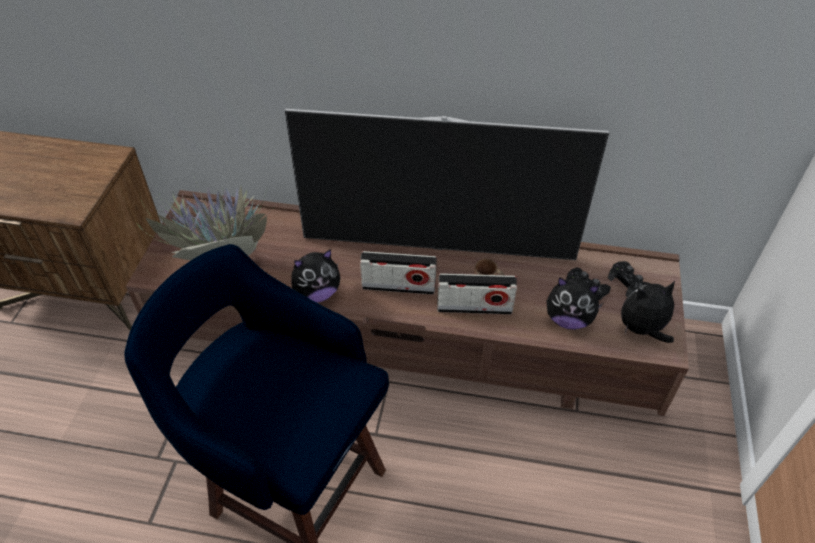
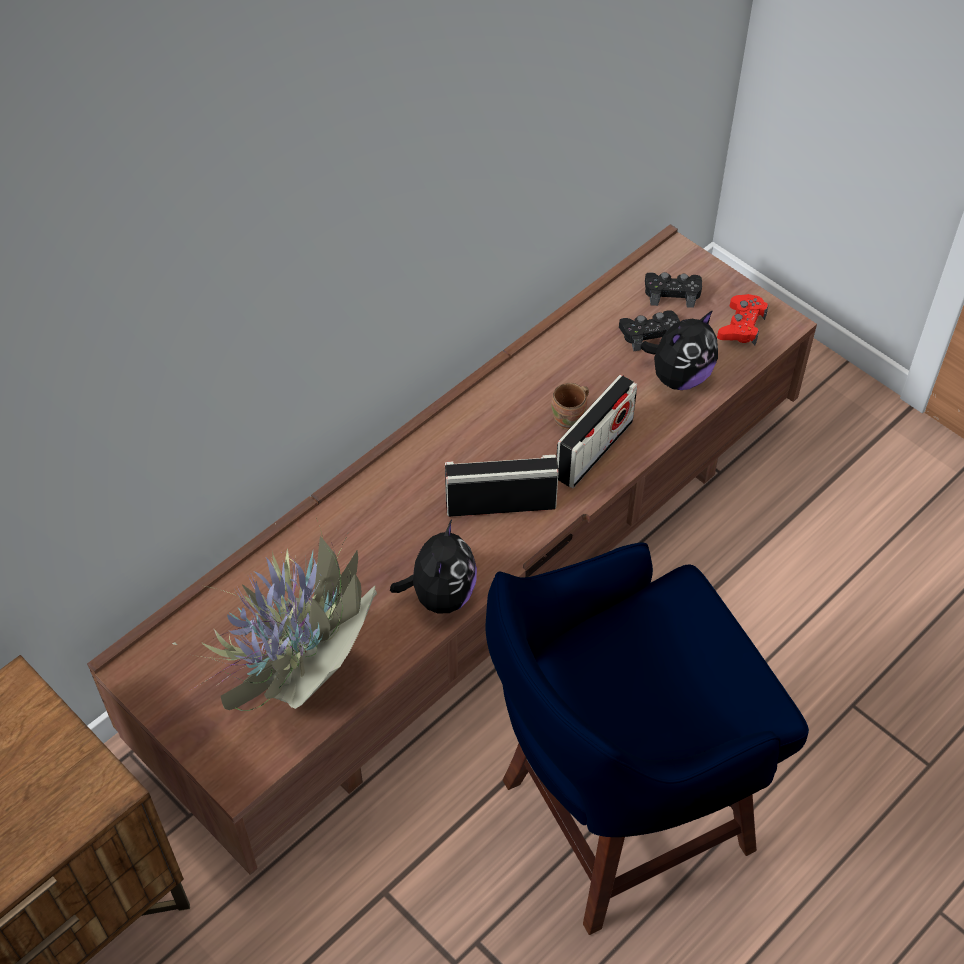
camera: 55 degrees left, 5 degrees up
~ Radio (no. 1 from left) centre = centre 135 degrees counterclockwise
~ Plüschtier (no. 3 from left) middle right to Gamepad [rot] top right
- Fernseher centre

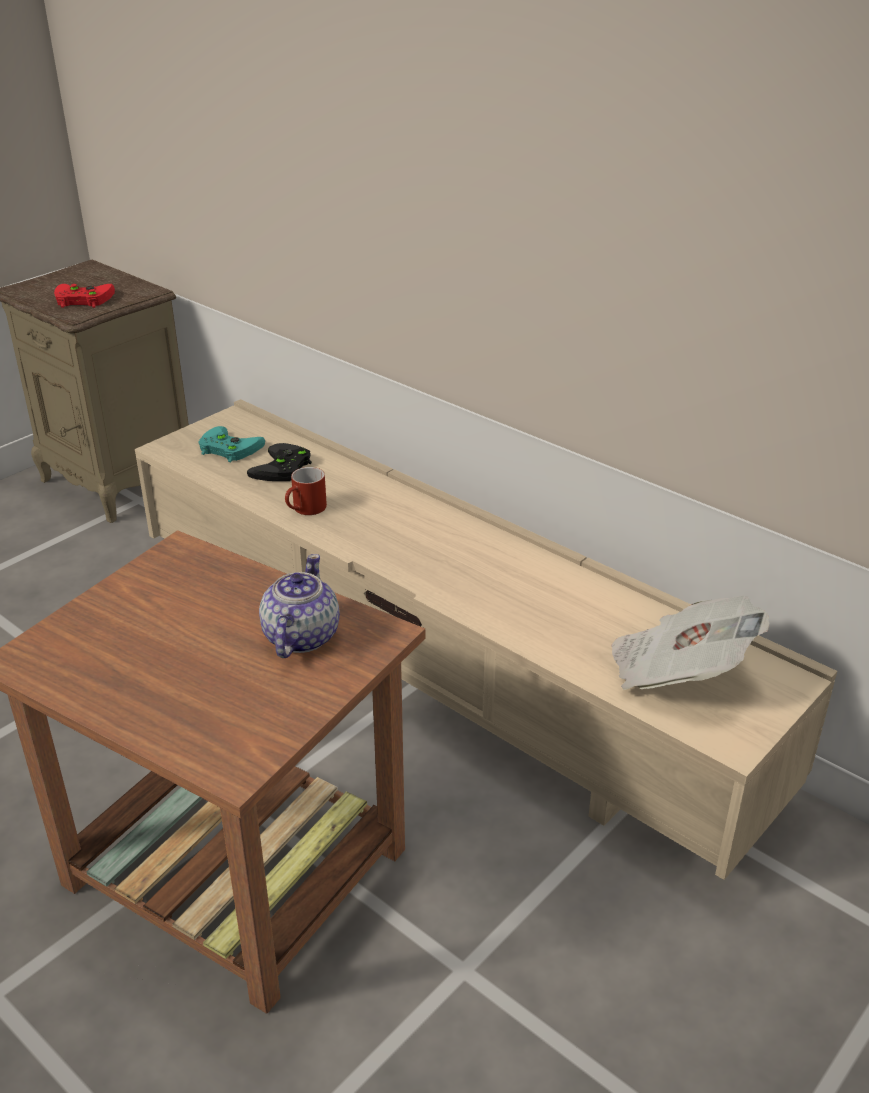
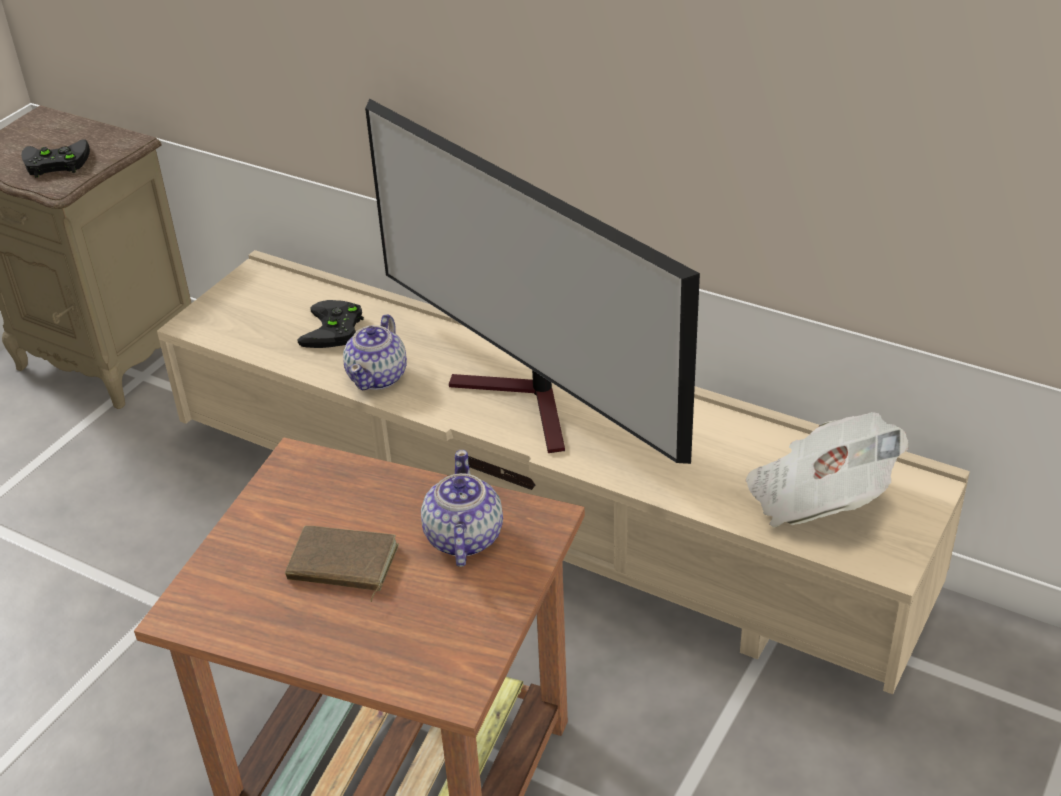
camera: 10 degrees left, 5 degrees up
~ Gamepad [rot] top left to Gamepad [schwarz] (no. 1 from left) top left
+ Buch [braun] bottom left
~ Henkelbecher [rot] centre to Teekanne (no. 1 from left) centre
+ Fernseher centre
- Gamepad [türkis] middle left

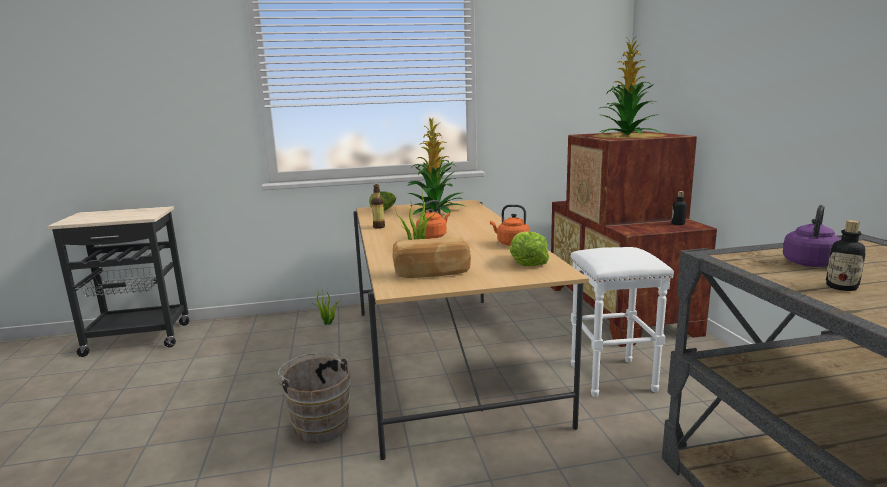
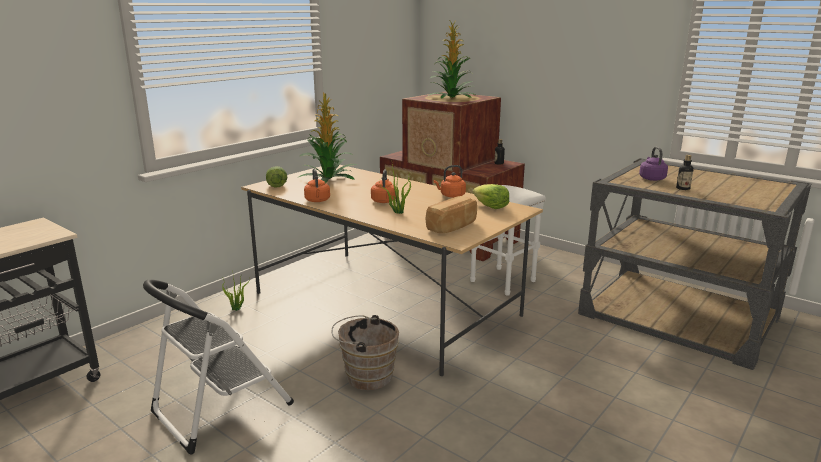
camera: 40 degrees left, 5 degrees up
+ Trittleiter bottom left
~ Flasche (no. 1 from left) centre to Wasserkessel [orange] (no. 1 from left) centre

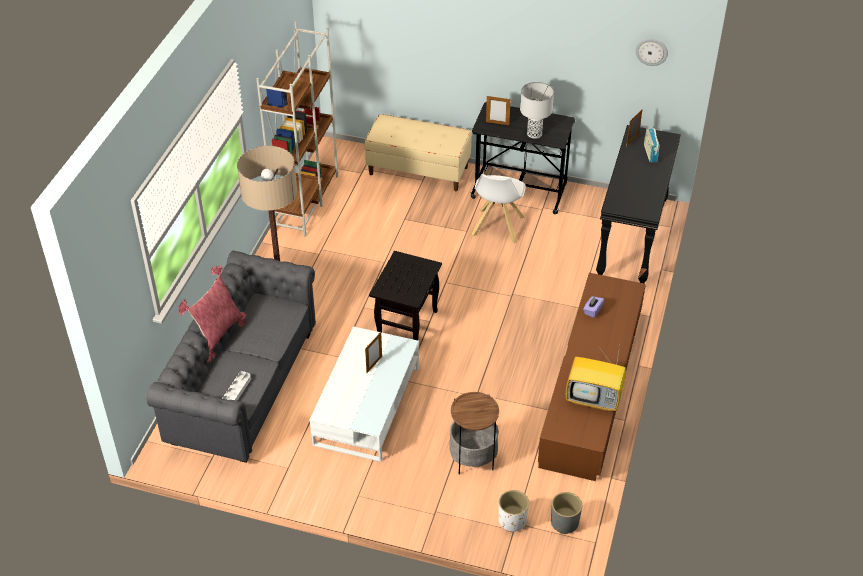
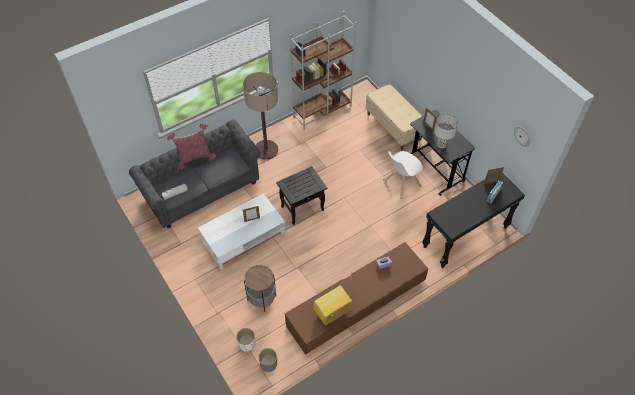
camera: 40 degrees right, 10 degrees up
~ Fernseher middle right = bottom centre 90 degrees clockwise

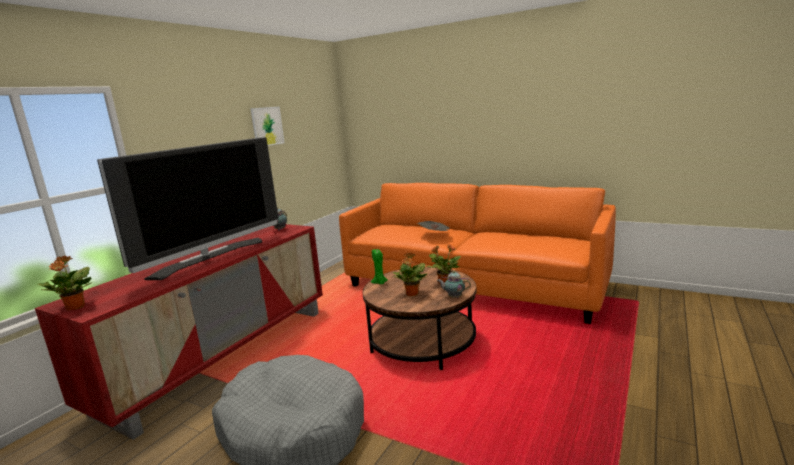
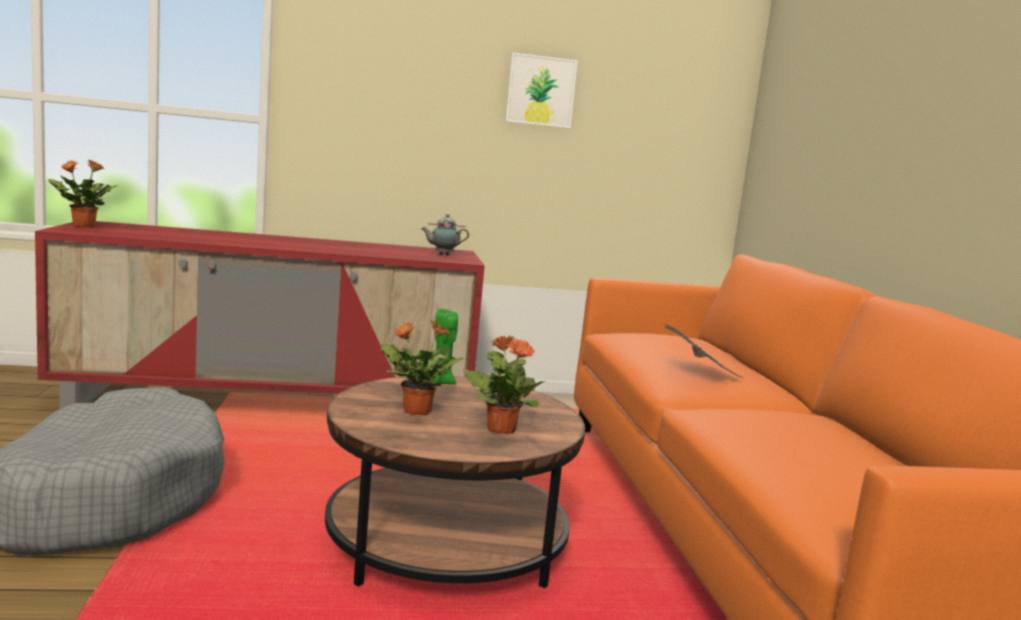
camera: 50 degrees right, 5 degrees down
- Fernseher middle left
- Teekanne (no. 2 from left) centre

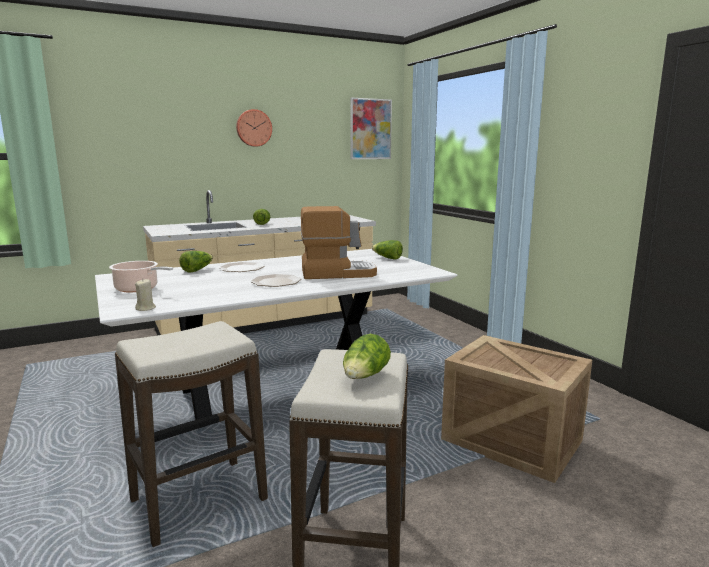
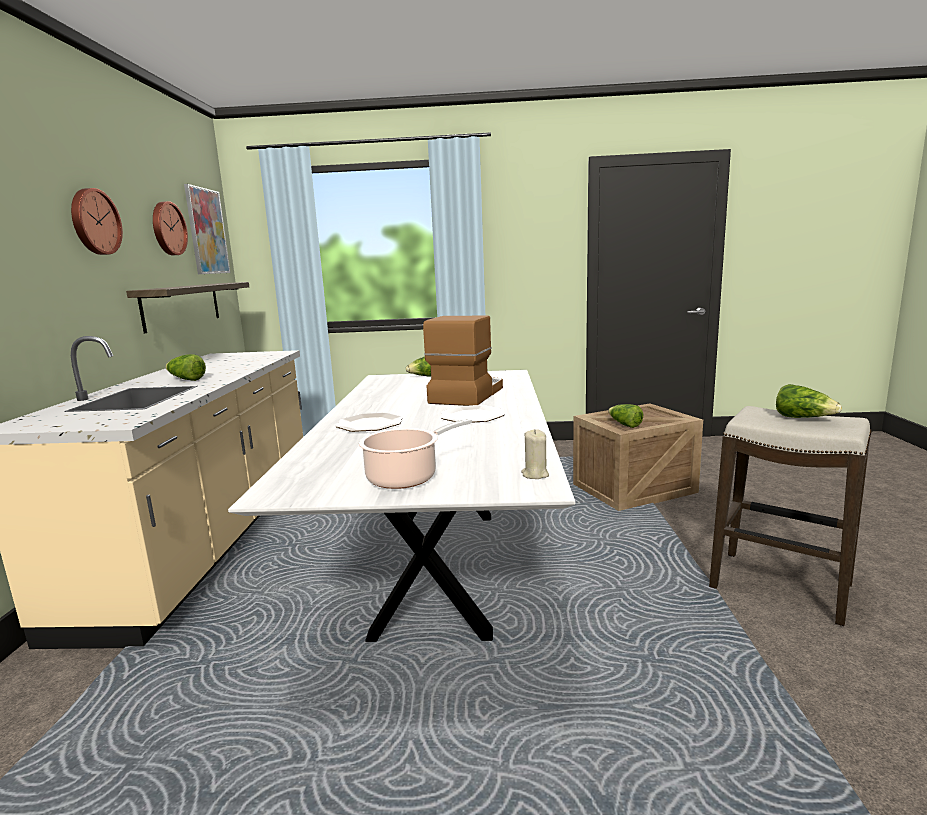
camera: 60 degrees left, 0 degrees up
+ Wandregal middle left
+ Wanduhr (no. 2 from left) top left
~ Salatkopf (no. 1 from left in the first image) middle left to Salatkopf (no. 3 from left) middle right
- Hocker (no. 1 from left) bottom left

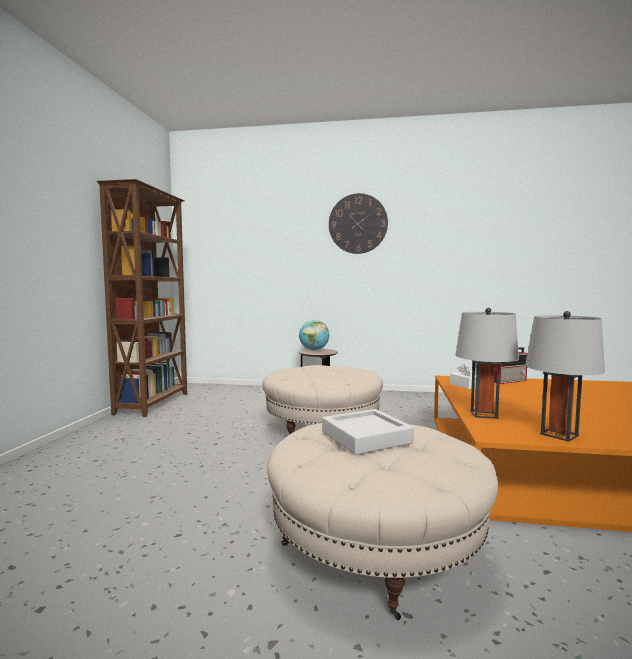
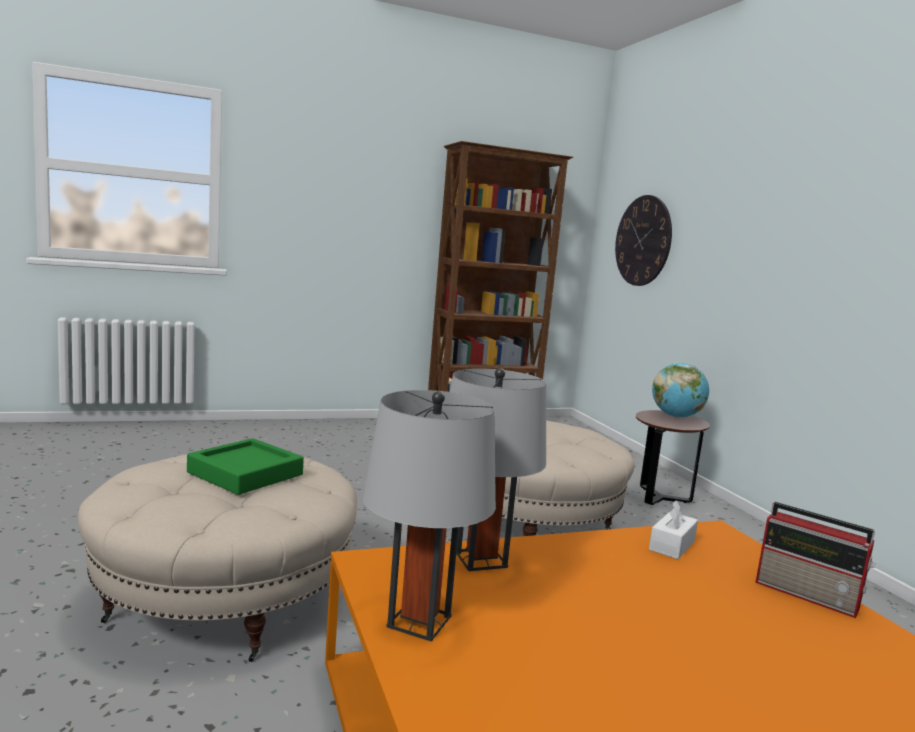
camera: 60 degrees right, 5 degrees up
~ Tablett [grau] centre to Tablett [grün] middle left
~ Wanduhr centre to top right

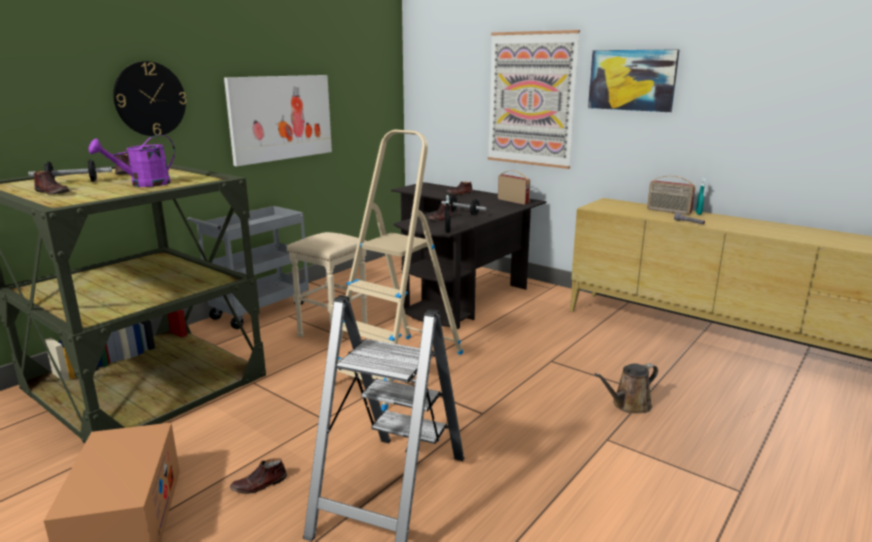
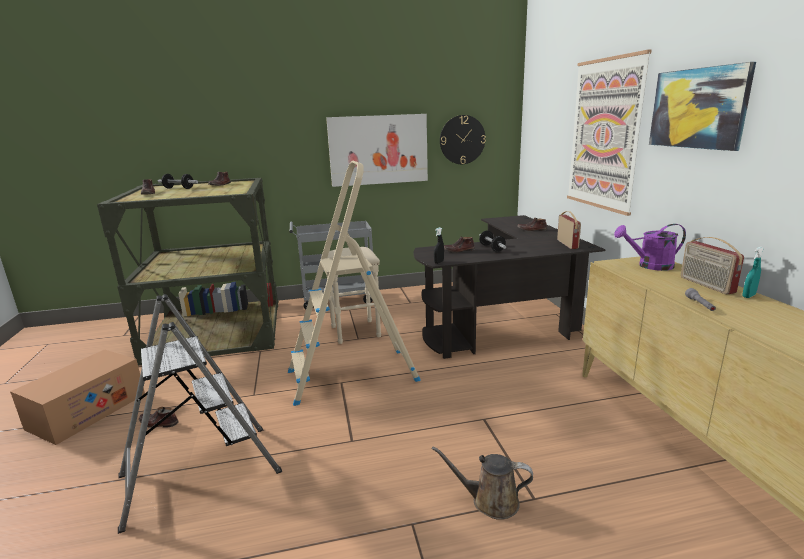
camera: 40 degrees right, 0 degrees up
~ Wanduhr top left to top centre
~ Gießkanne [lila] top left to middle right

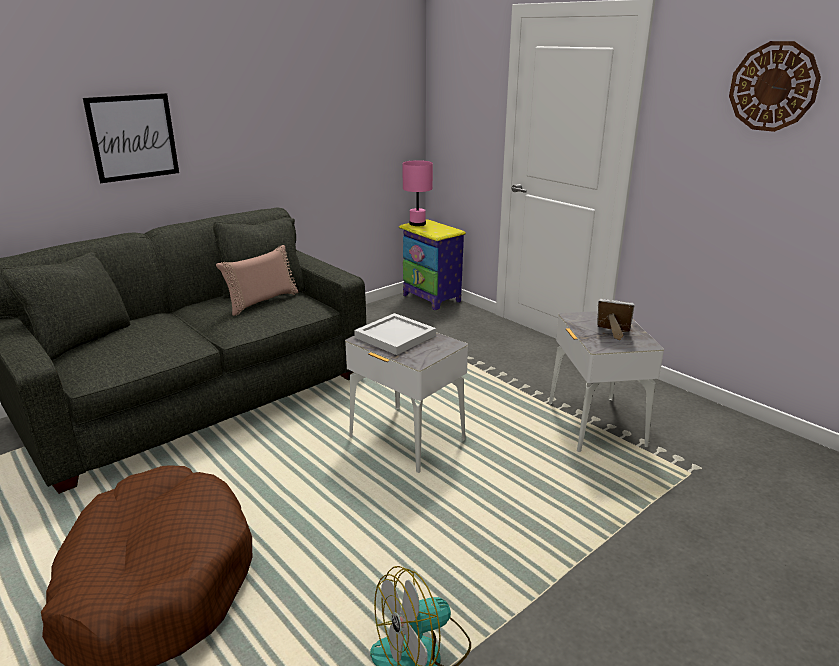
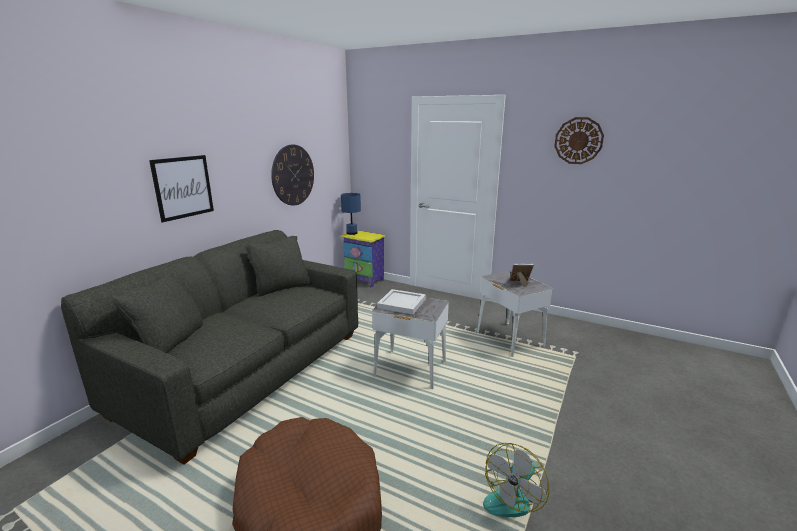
camera: 20 degrees left, 5 degrees down
+ Wanduhr (no. 1 from left) top centre
~ Tischlampe [rosa] top centre to Tischlampe [blau] centre
- Kissen [beige] middle left

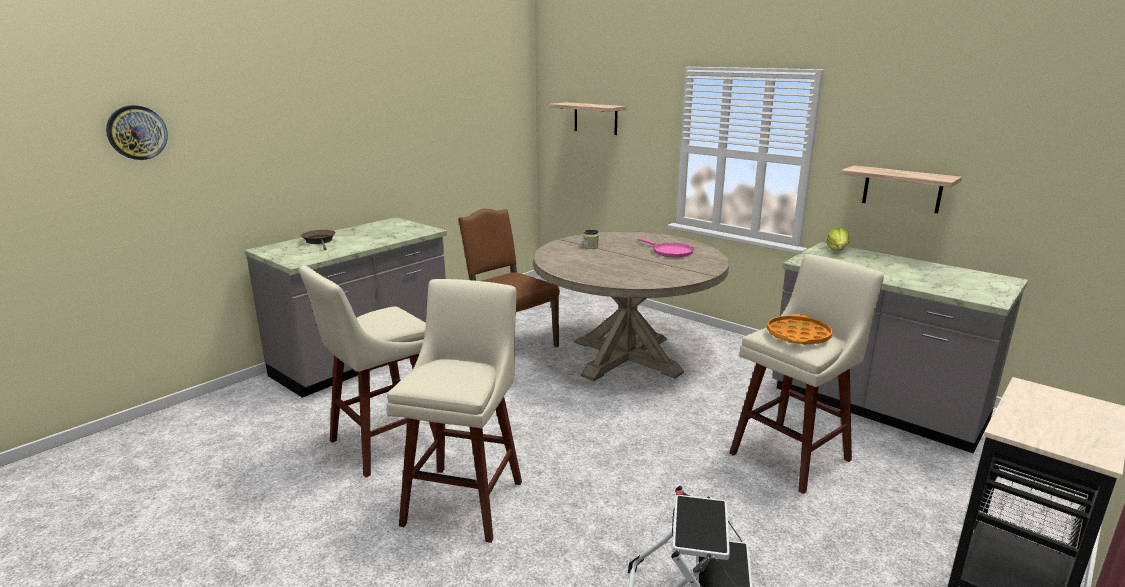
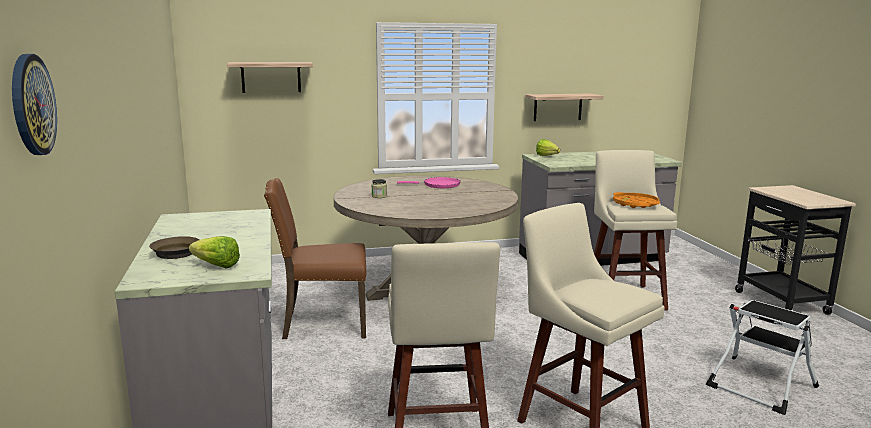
camera: 55 degrees left, 5 degrees down
+ Salatkopf (no. 1 from left) middle left

